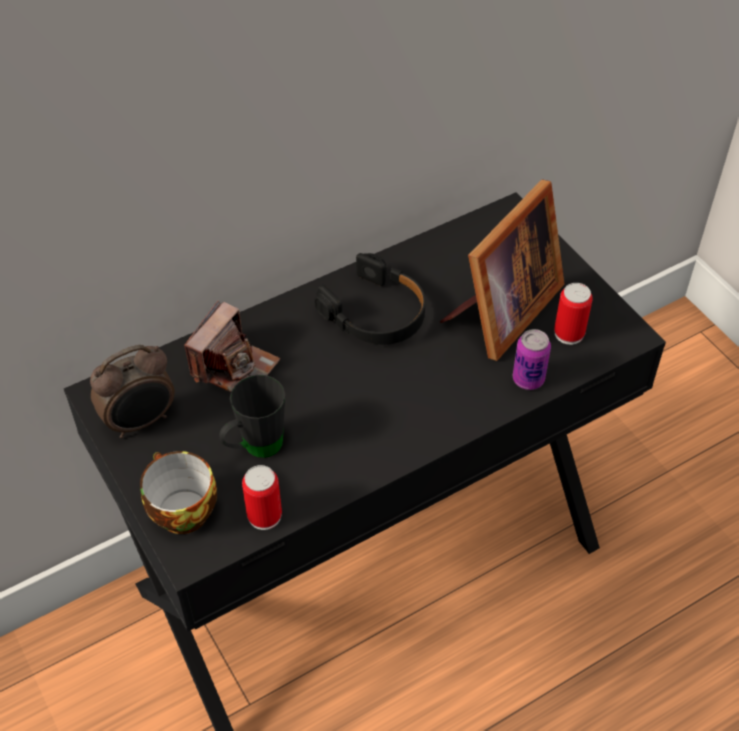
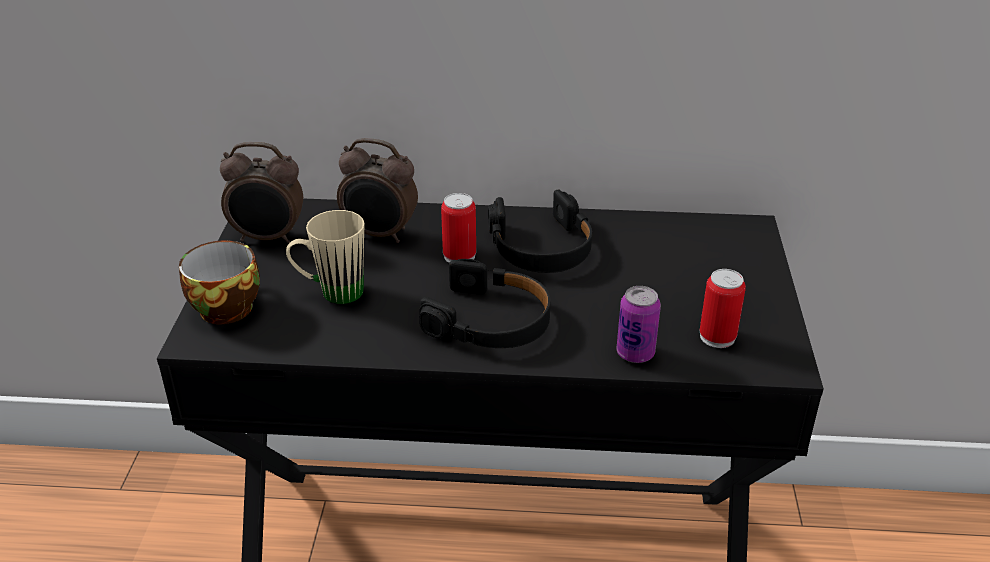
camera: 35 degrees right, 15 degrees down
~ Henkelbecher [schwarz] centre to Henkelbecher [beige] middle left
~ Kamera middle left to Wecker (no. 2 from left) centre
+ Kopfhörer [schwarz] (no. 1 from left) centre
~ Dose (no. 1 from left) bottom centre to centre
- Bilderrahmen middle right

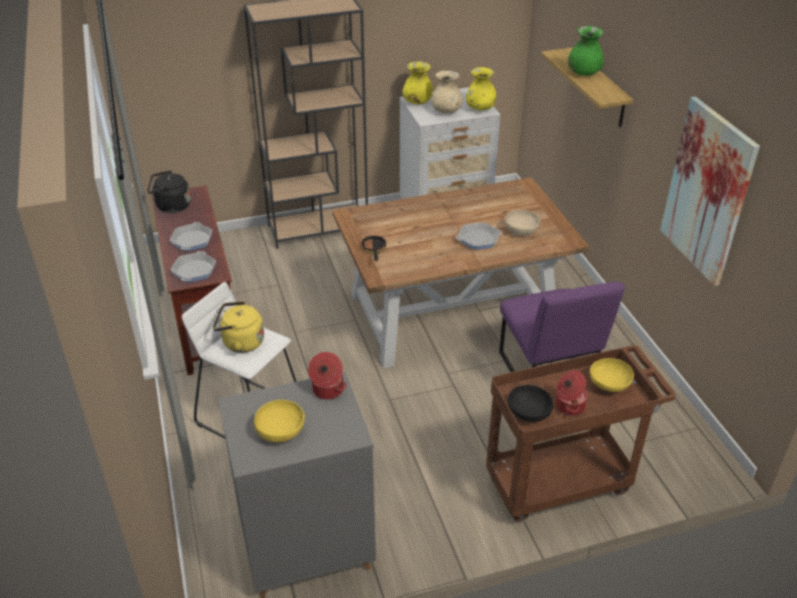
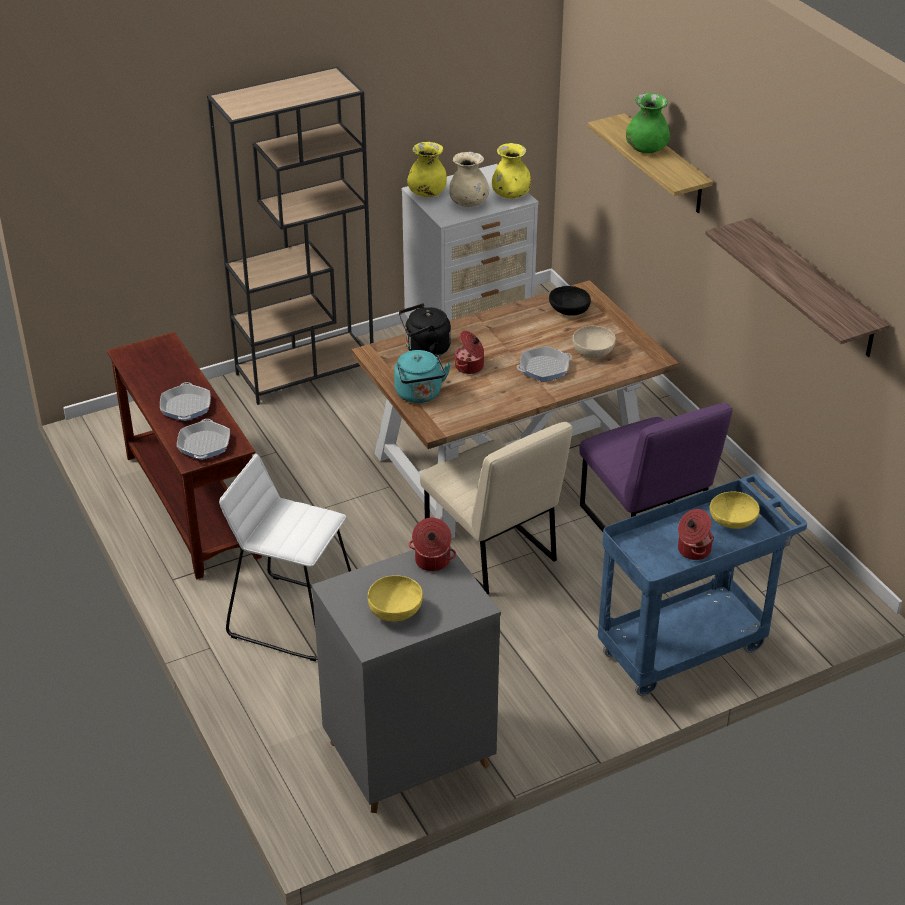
camera: 10 degrees left, 0 degrees up
~ Pfanne (no. 3 from left) centre to Wasserkessel [türkis] centre
~ Wasserkessel [schwarz] top left to centre
+ Stuhl [beige] centre
+ Kochtopf (no. 2 from left) centre
~ Schüssel [schwarz] bottom centre to top centre
~ Rollwagen [braun] bottom right to Rollwagen [blau] middle right
~ Bild top right to Wandregal (no. 2 from left) top right
- Wasserkessel [gelb] middle left

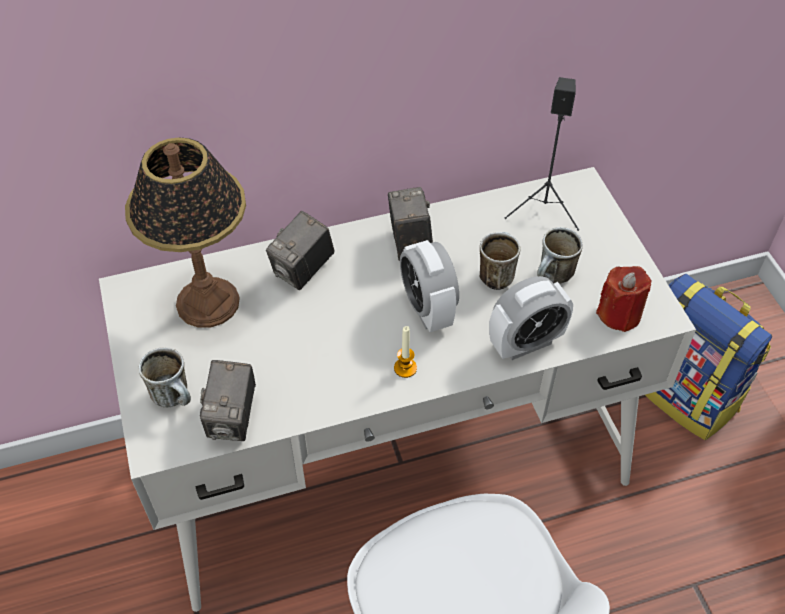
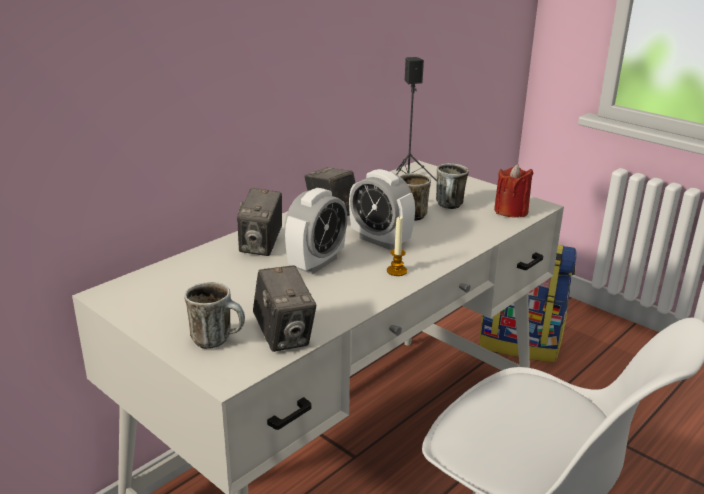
camera: 30 degrees left, 25 degrees down
~ Wecker (no. 2 from left in the first image) middle right to Wecker (no. 1 from left) centre
- Tischlampe middle left

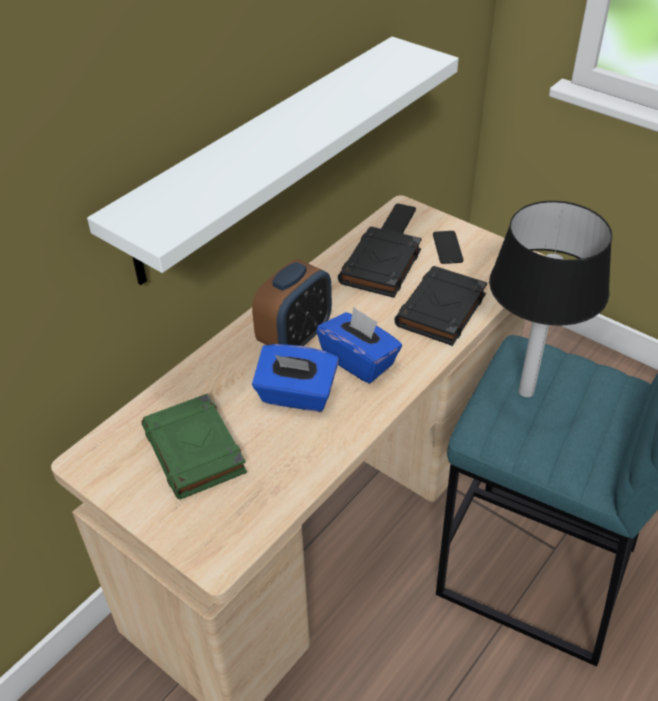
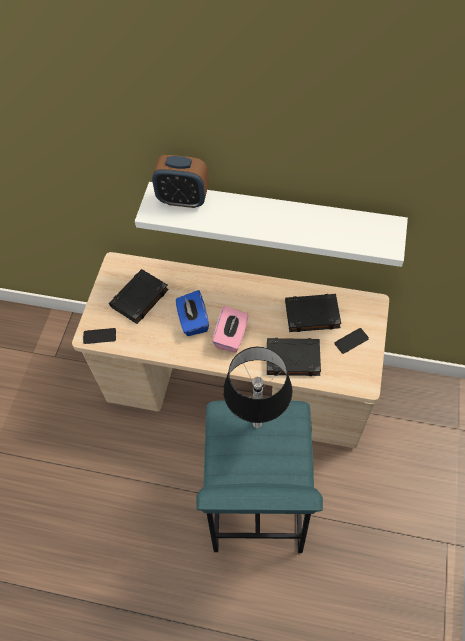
camera: 65 degrees right, 15 degrees up
~ Handy (no. 1 from left) top centre to middle left
~ Buch [grün] middle left to Buch [schwarz] (no. 1 from left) middle left
~ Wecker centre to top centre
~ Taschentuchbox [blau] (no. 2 from left) centre to Taschentuchbox [rosa] centre

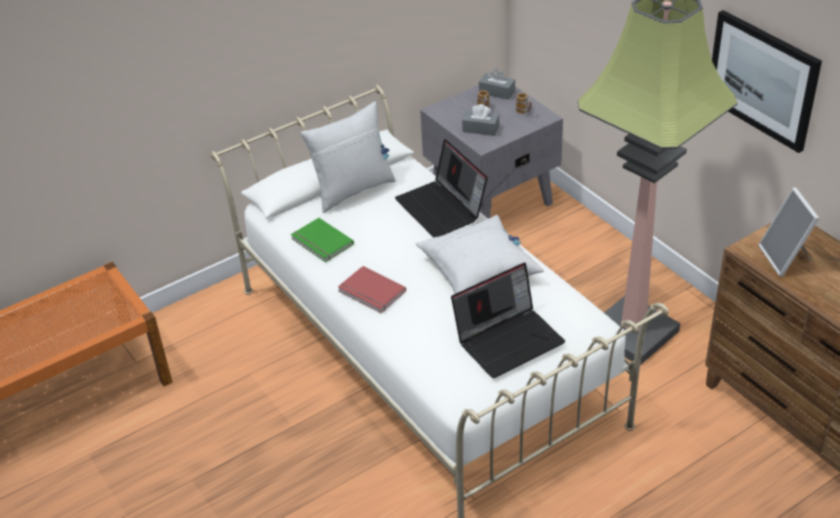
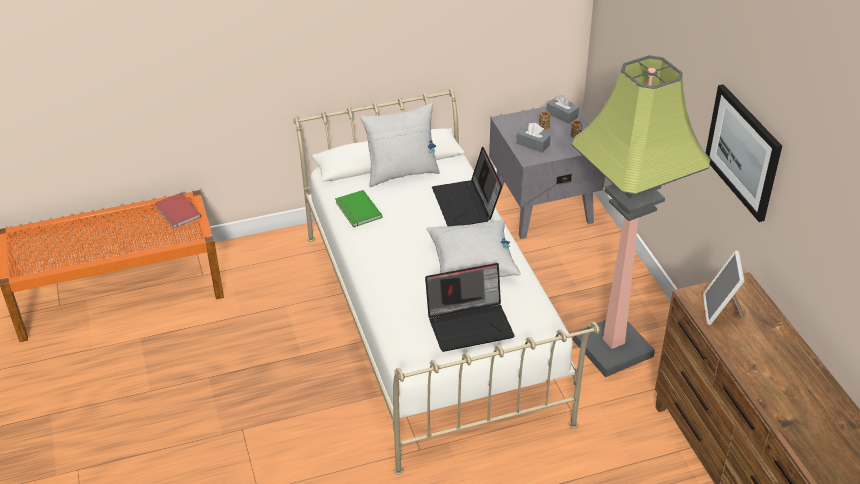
camera: 15 degrees right, 0 degrees up
~ Buch [rot] centre to middle left

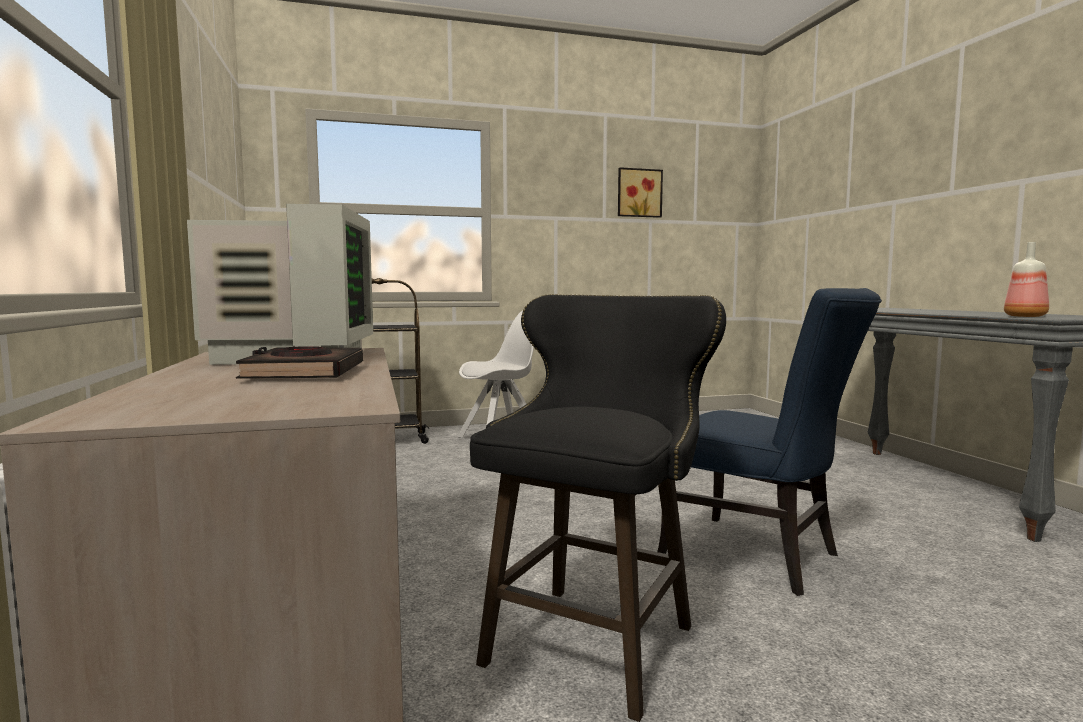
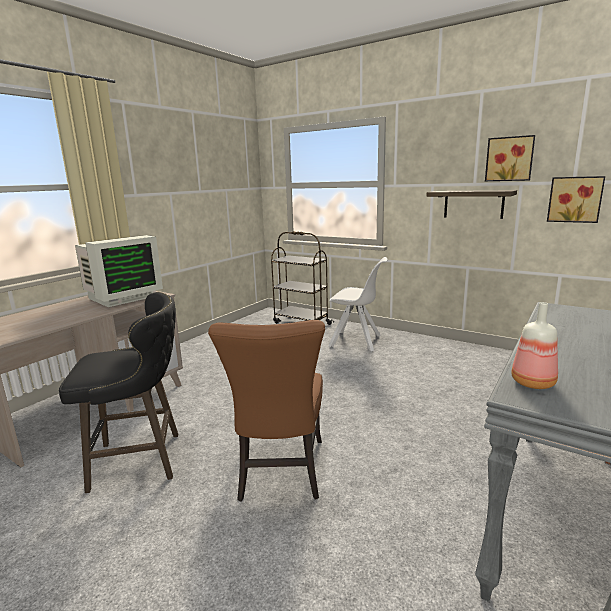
camera: 50 degrees right, 10 degrees up
~ Stuhl [blau] middle right to Stuhl [braun] bottom centre
+ Wandregal middle right
+ Bild (no. 2 from left) top right
- Buch [schwarz] middle left

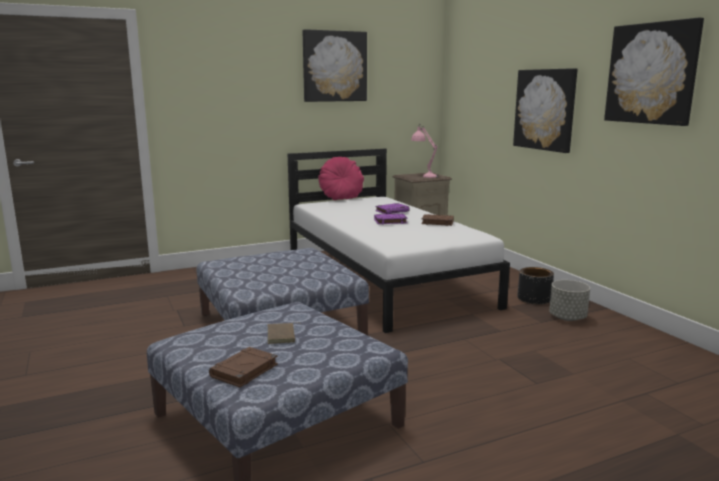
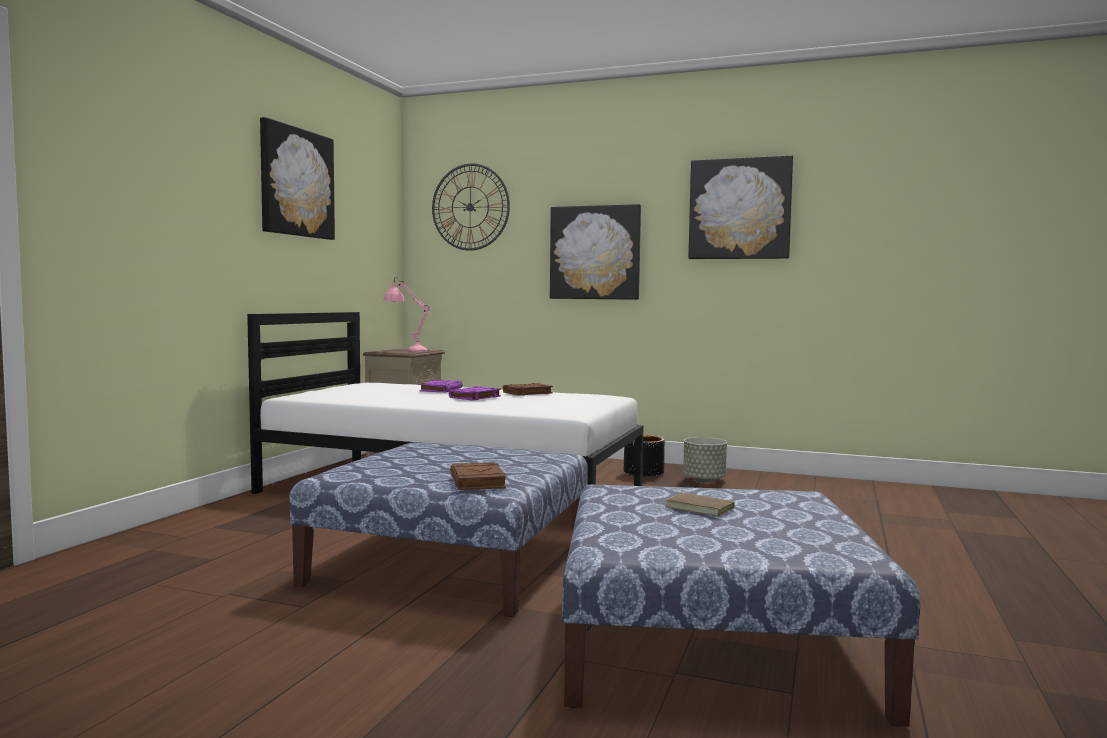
camera: 45 degrees left, 10 degrees down
+ Wanduhr top centre
~ Buch [braun] (no. 1 from left) bottom centre to centre
- Kissen [rosa] centre

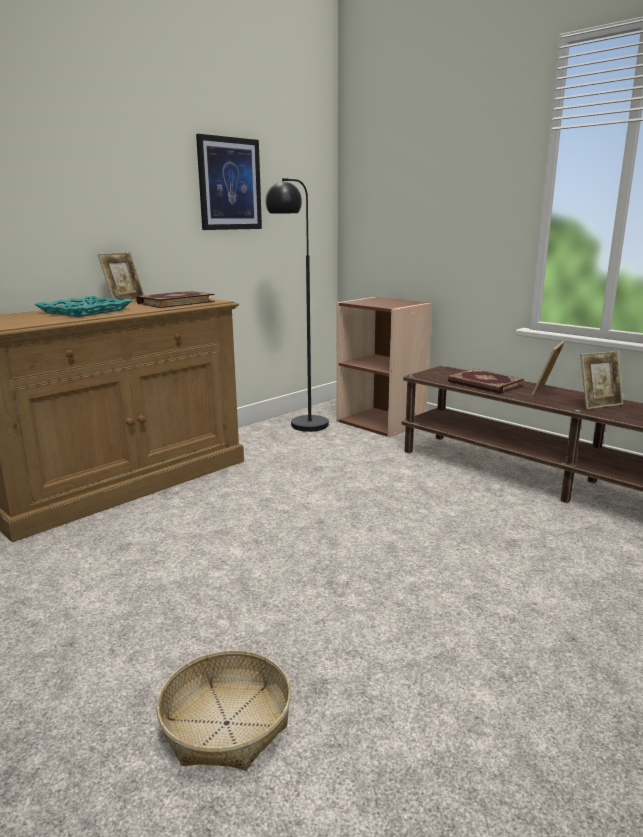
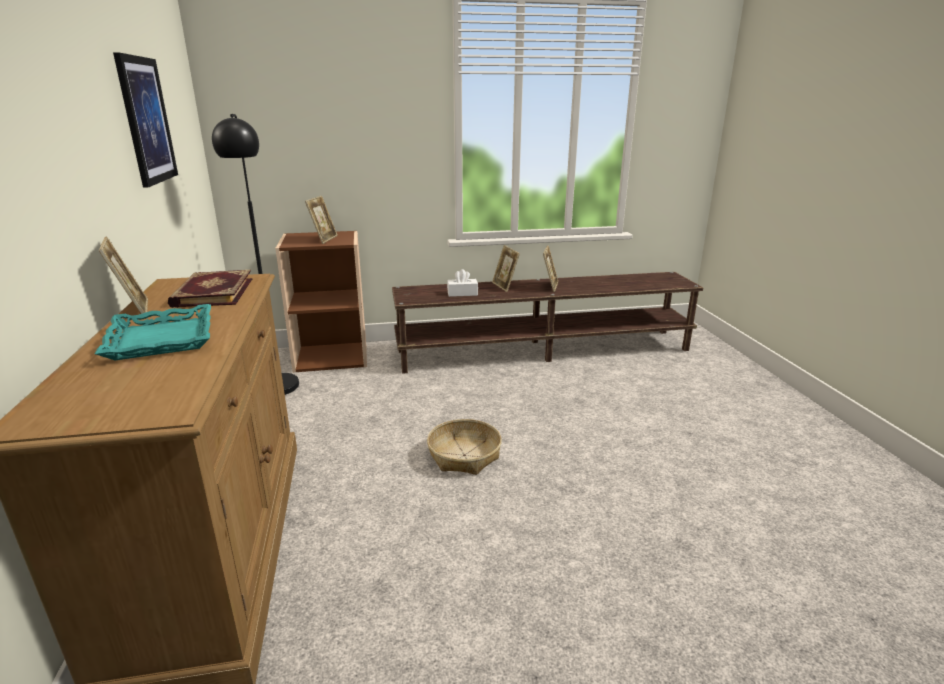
camera: 55 degrees left, 5 degrees up
+ Bilderrahmen (no. 2 from left) top centre
~ Korb bottom centre to centre
~ Buch (no. 2 from left) middle right to Taschentuchbox [weiß] centre

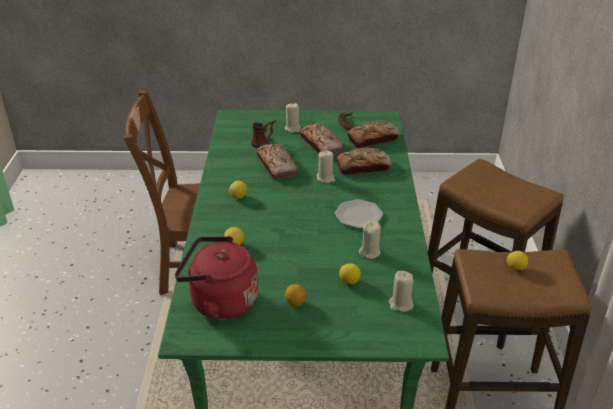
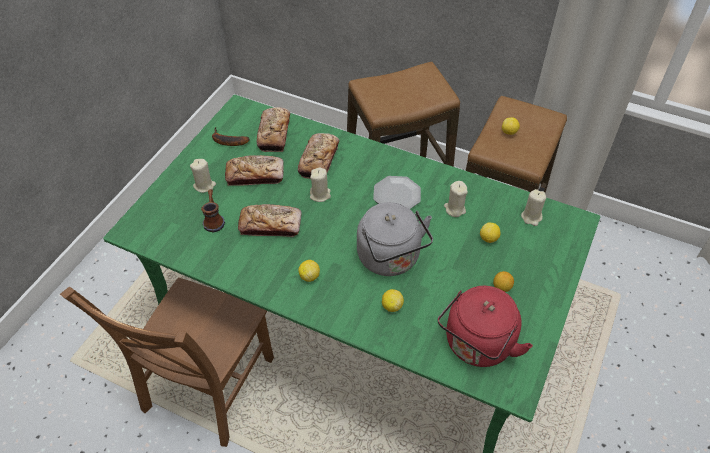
camera: 65 degrees left, 15 degrees up
+ Wasserkessel [grau] centre

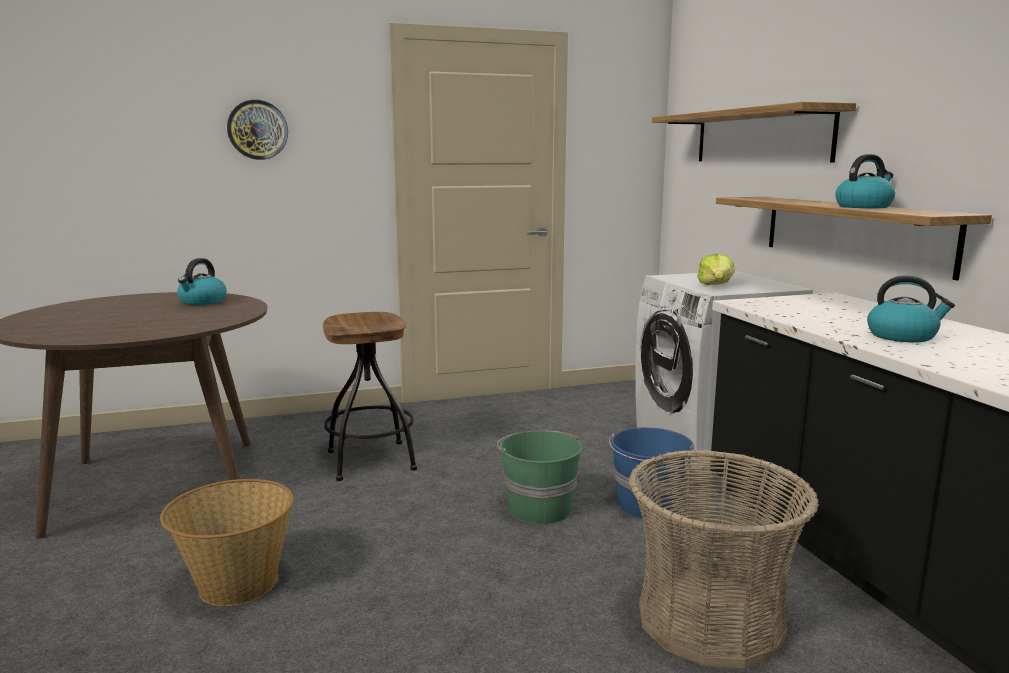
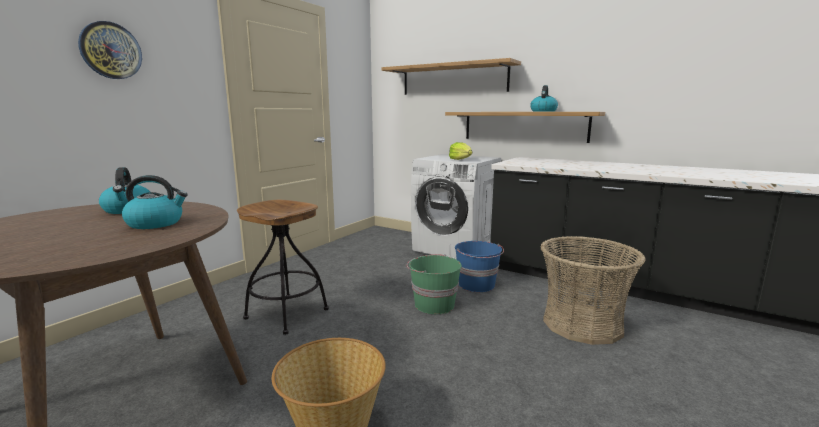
camera: 40 degrees left, 0 degrees up
~ Wasserkessel (no. 3 from left in the first image) middle right to Wasserkessel (no. 2 from left) middle left

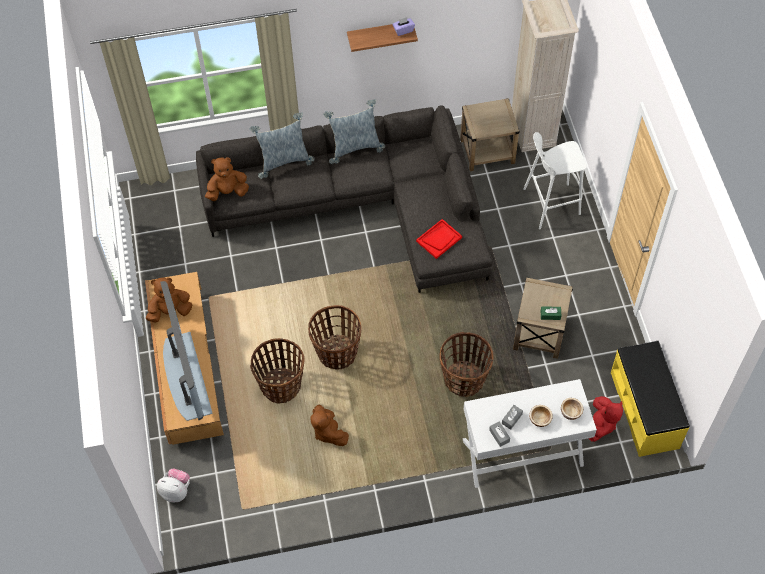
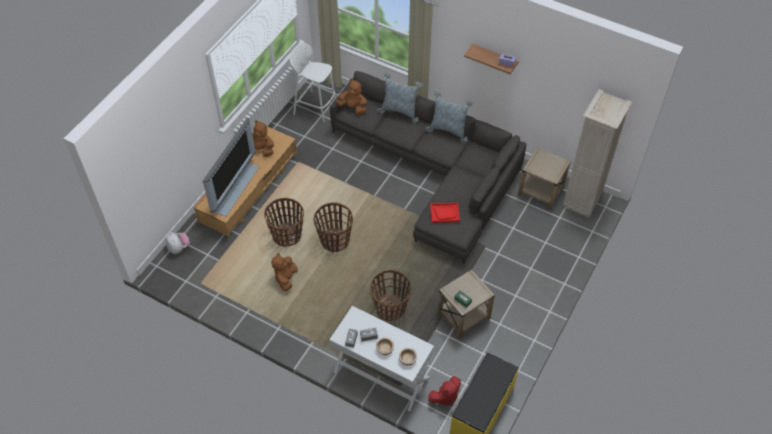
camera: 40 degrees right, 5 degrees down
~ Hocker [weiß] top right to top centre

